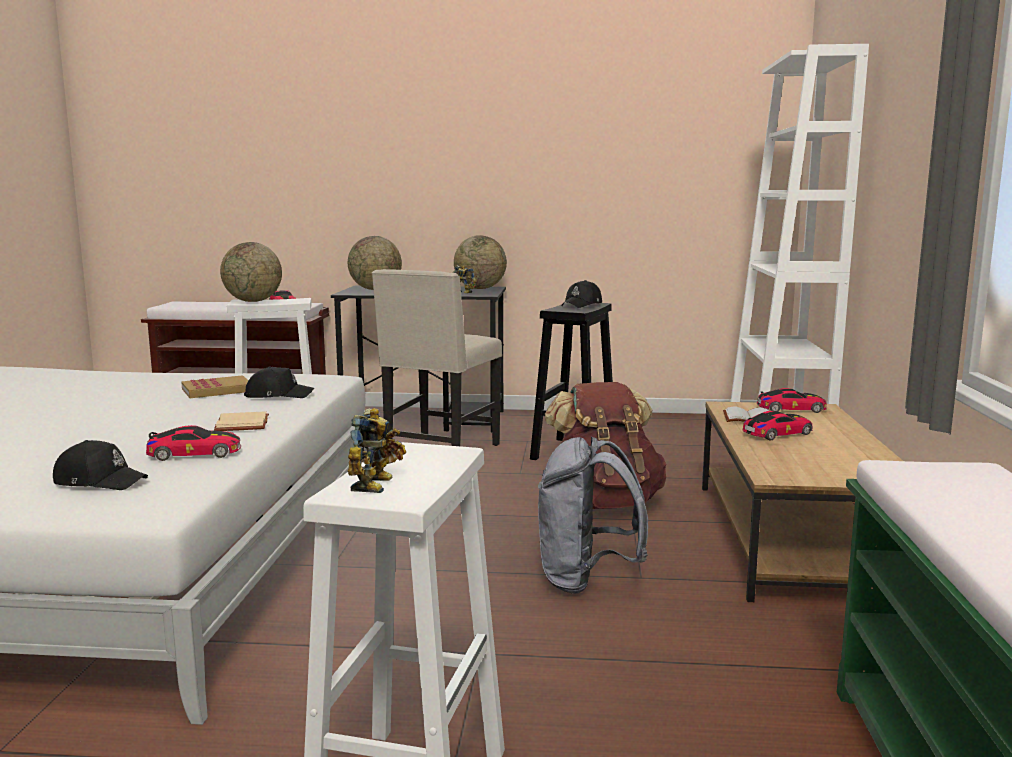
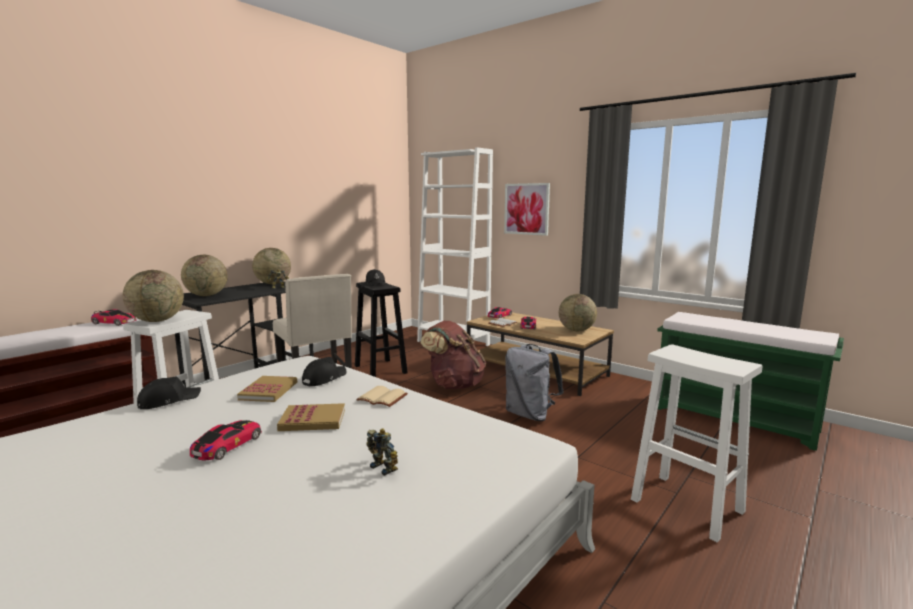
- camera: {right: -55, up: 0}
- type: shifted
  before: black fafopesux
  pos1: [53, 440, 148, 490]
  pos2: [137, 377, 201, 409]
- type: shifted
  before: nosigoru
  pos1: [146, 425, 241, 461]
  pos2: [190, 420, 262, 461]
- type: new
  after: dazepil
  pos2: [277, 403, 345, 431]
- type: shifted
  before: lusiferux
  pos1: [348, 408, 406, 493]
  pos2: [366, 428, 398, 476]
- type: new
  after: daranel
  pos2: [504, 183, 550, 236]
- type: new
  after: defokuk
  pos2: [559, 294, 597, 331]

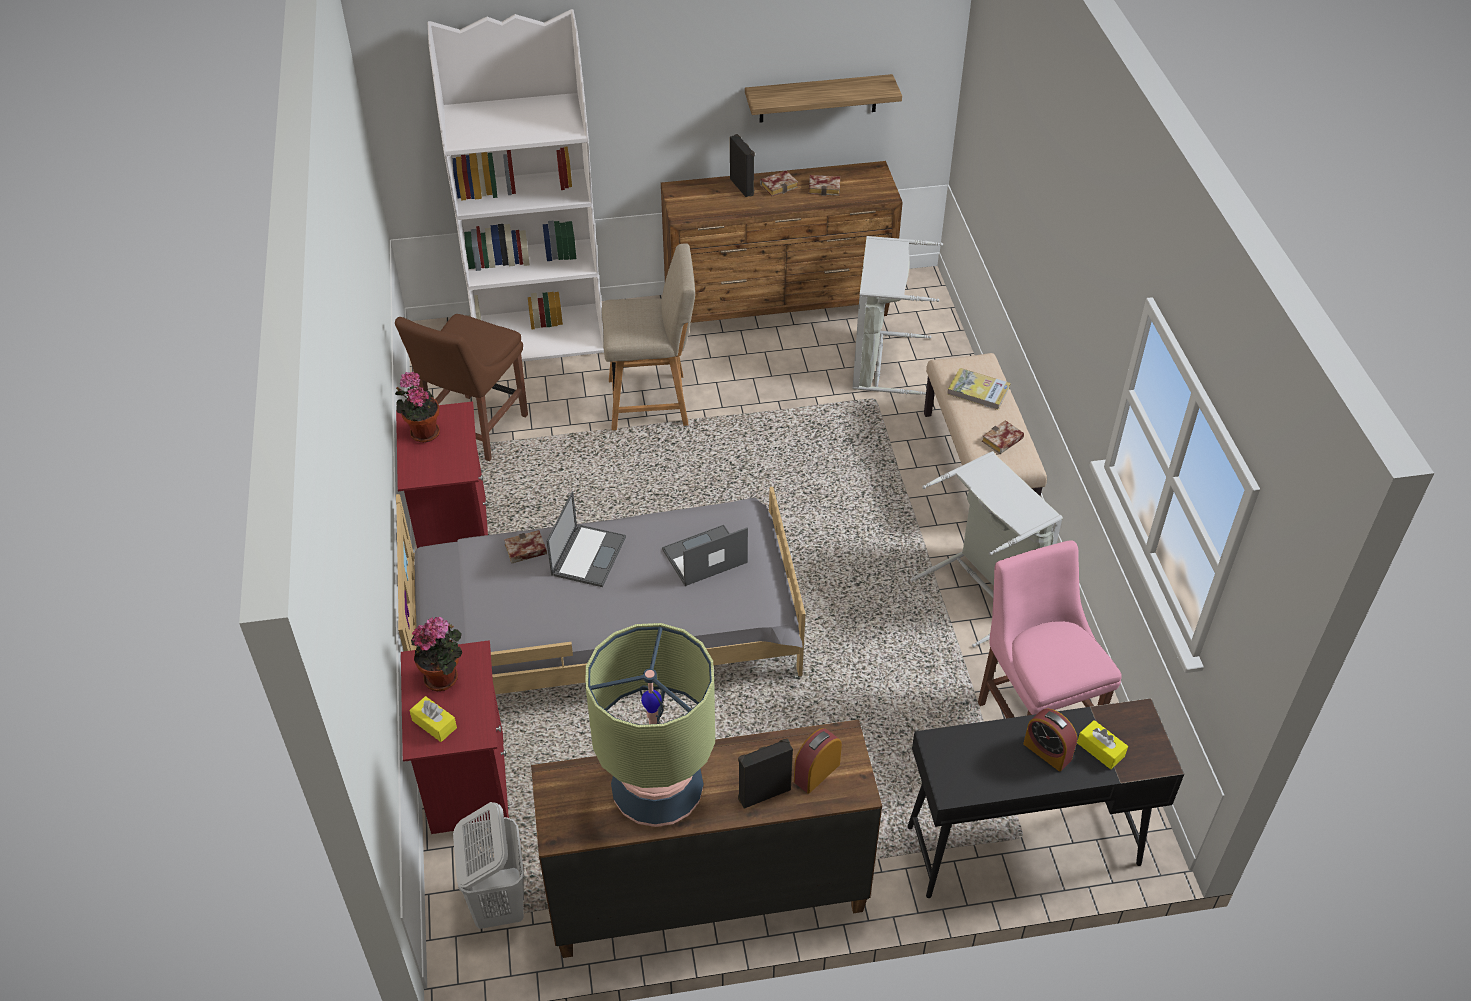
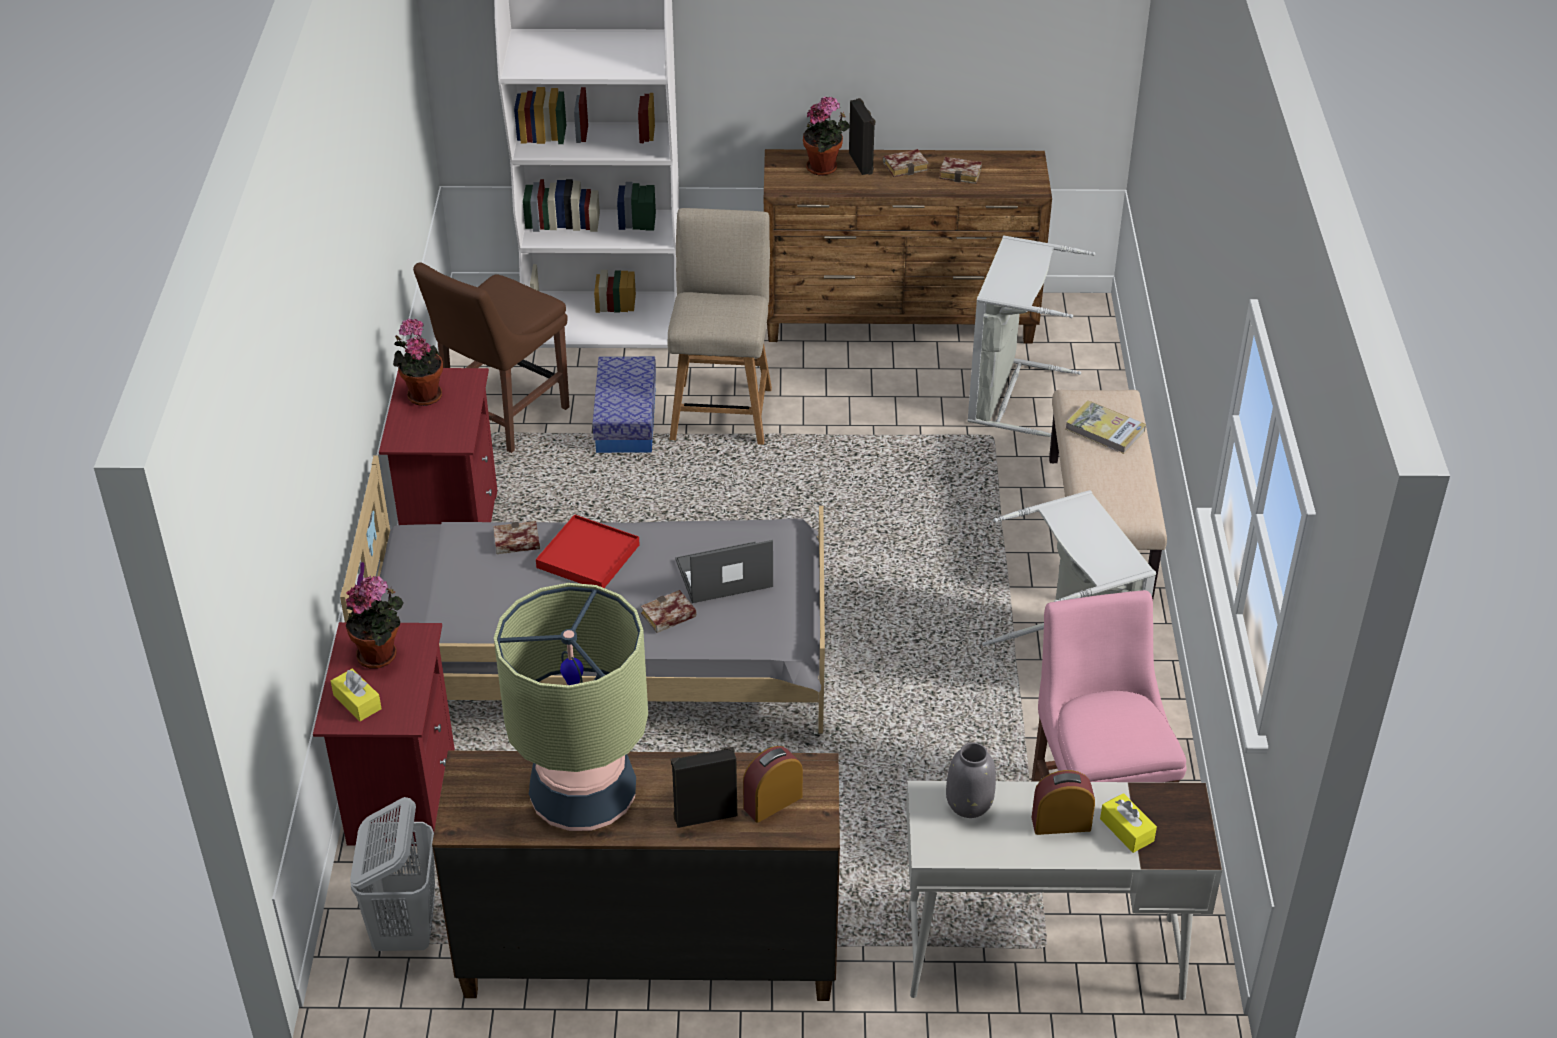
- camera: {right: 10, up: -5}
- type: swapped
  before: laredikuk
  after: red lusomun
  pos1: [547, 491, 626, 587]
  pos2: [536, 514, 640, 588]
- type: new
  after: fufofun
  pos2: [592, 357, 656, 453]
- type: shifted
  before: dazepil
  pos1: [982, 420, 1024, 454]
  pos2: [641, 590, 697, 633]
- type: rotated
  before: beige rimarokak
  pos1: [602, 243, 695, 430]
  pos2: [668, 208, 772, 445]
  turn: -90
- type: new
  after: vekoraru
  pos2: [803, 97, 850, 176]
- type: repainted
  before: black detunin
  after: white detunin
  pos1: [907, 698, 1184, 898]
  pos2: [906, 781, 1222, 1000]
- type: new
  after: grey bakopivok
  pos2: [946, 743, 996, 818]
- type: rotated
  before: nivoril
  pos1: [1023, 708, 1077, 771]
  pos2: [1032, 770, 1095, 835]
  turn: 120
- type: gone
  before: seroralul
  pos1: [745, 74, 902, 123]

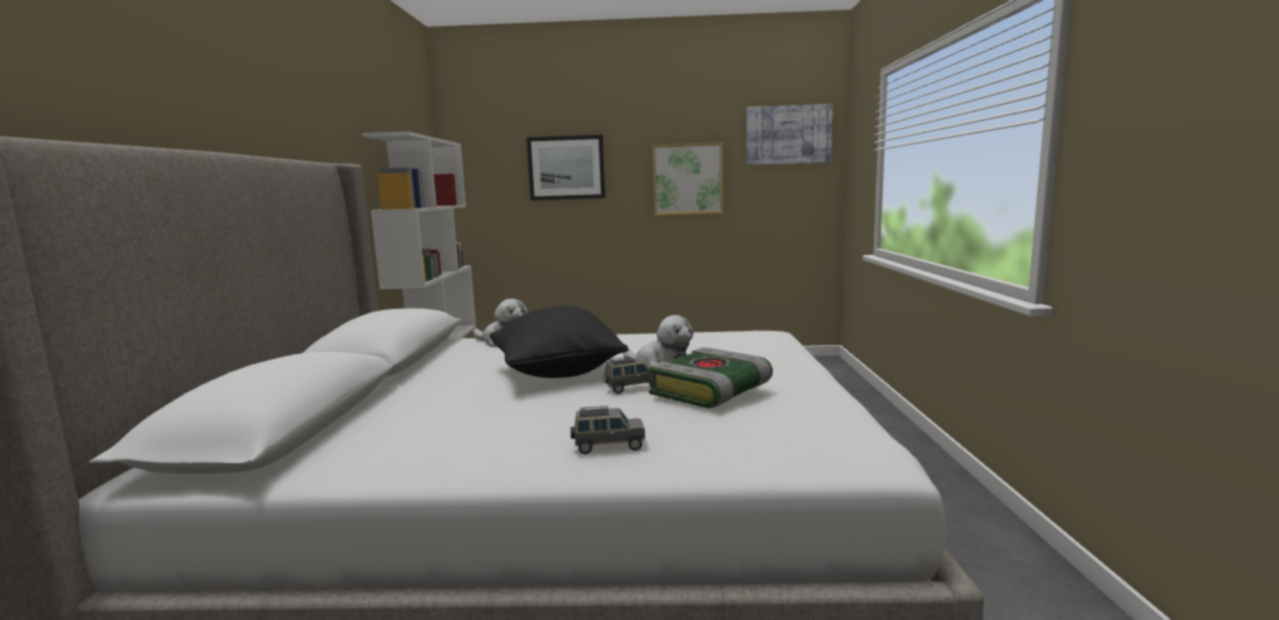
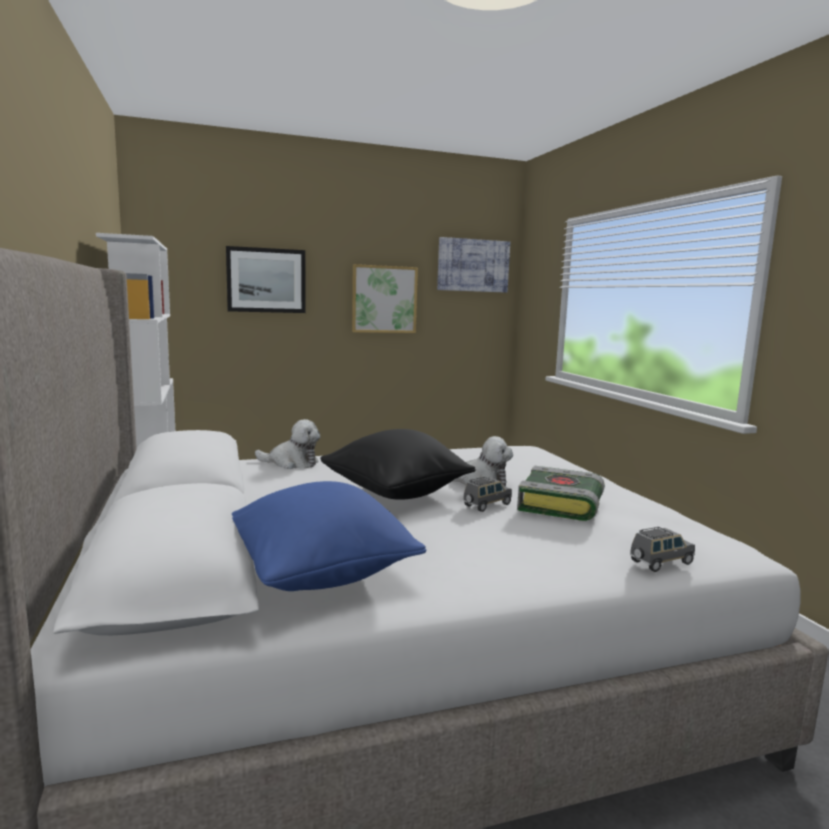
- camera: {right: -20, up: 0}
- type: new
  after: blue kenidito
  pos2: [232, 481, 426, 591]
- type: shifted
  before: grey nosigoru
  pos1: [570, 406, 645, 454]
  pos2: [630, 527, 695, 572]

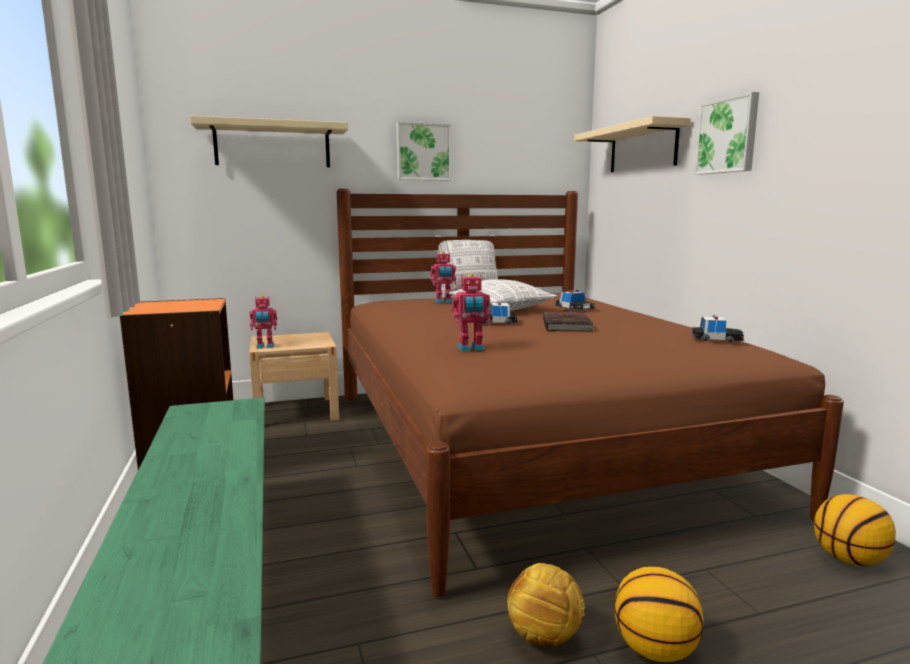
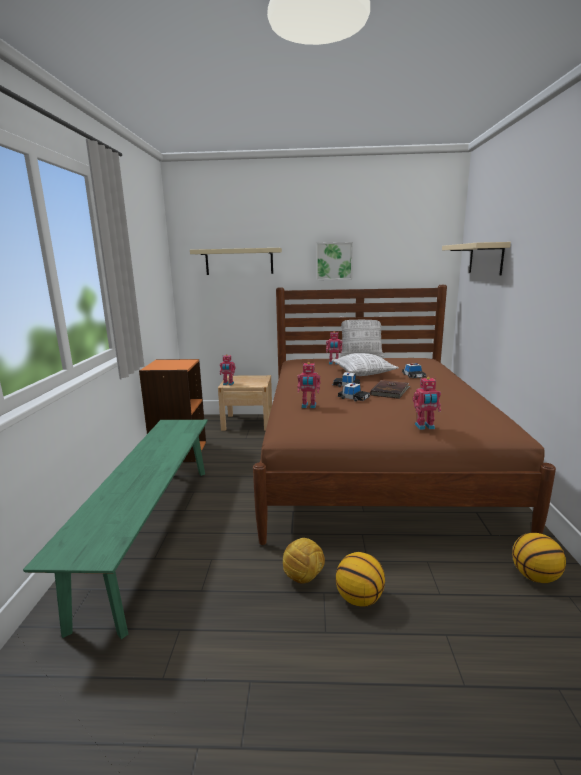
- camera: {right: 20, up: 5}
- type: shifted
  before: nosigoru
  pos1: [691, 315, 744, 343]
  pos2: [337, 383, 370, 402]
- type: new
  after: lusiferux
  pos2: [413, 377, 441, 430]
- type: gone
  before: daranel
  pos1: [694, 92, 759, 175]

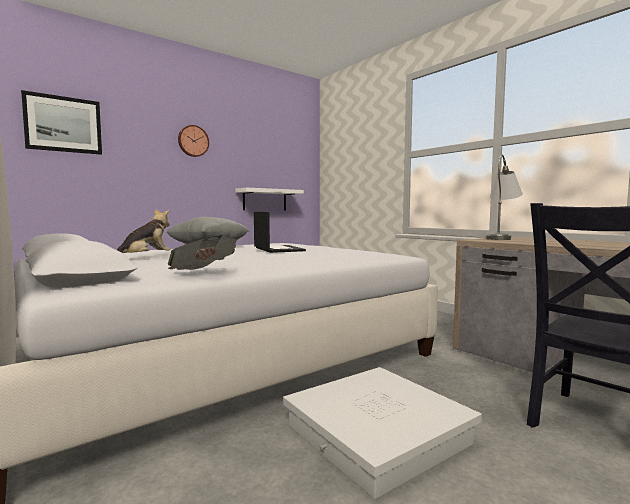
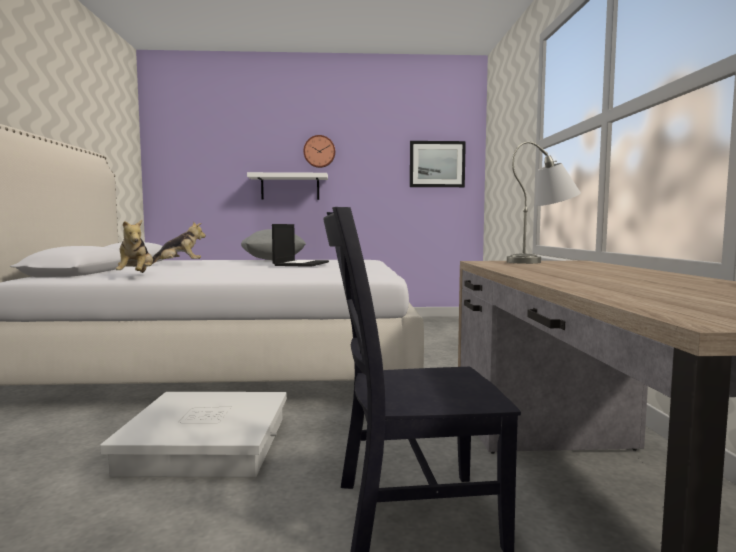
- camera: {right: 35, up: 0}
- type: swapped
  before: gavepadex
  after: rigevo
  pos1: [168, 235, 237, 270]
  pos2: [116, 220, 153, 273]
- type: shifted
  before: white seroralul
  pos1: [236, 188, 304, 211]
  pos2: [247, 172, 328, 200]
- type: shifted
  before: daranel
  pos1: [21, 90, 102, 155]
  pos2: [410, 141, 466, 187]

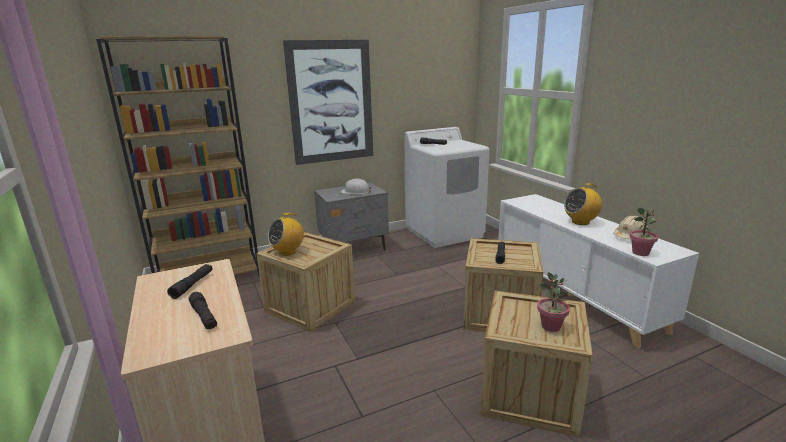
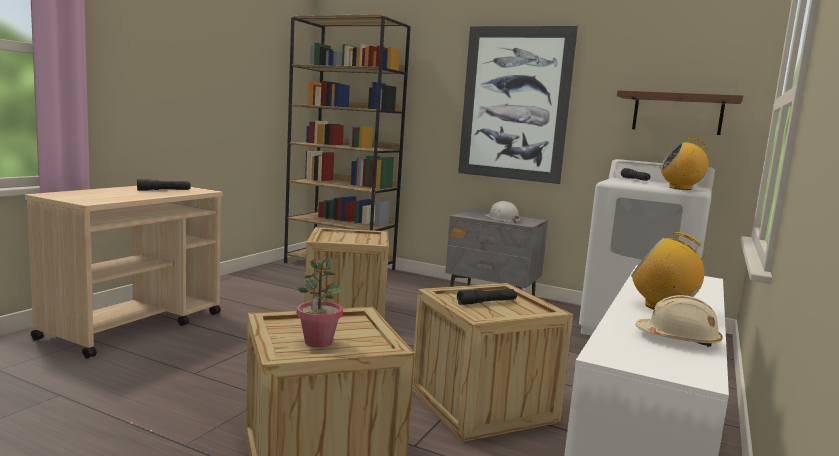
- camera: {right: 50, up: -10}
- type: new
  after: brown seroralul
  pos2: [617, 90, 743, 135]
- type: shifted
  before: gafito
  pos1: [267, 213, 304, 256]
  pos2: [660, 138, 708, 190]
- type: gone
  before: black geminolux
  pos1: [189, 292, 217, 329]
- type: gone
  before: vekoraru
  pos1: [630, 208, 658, 256]

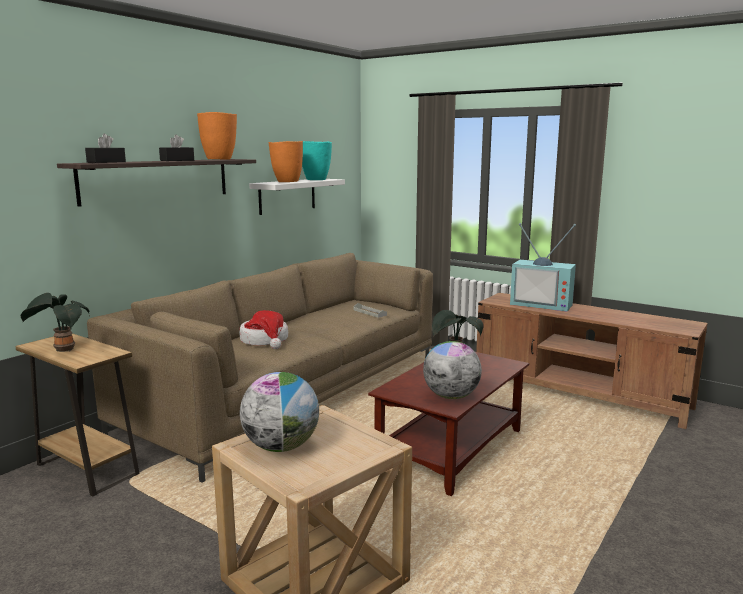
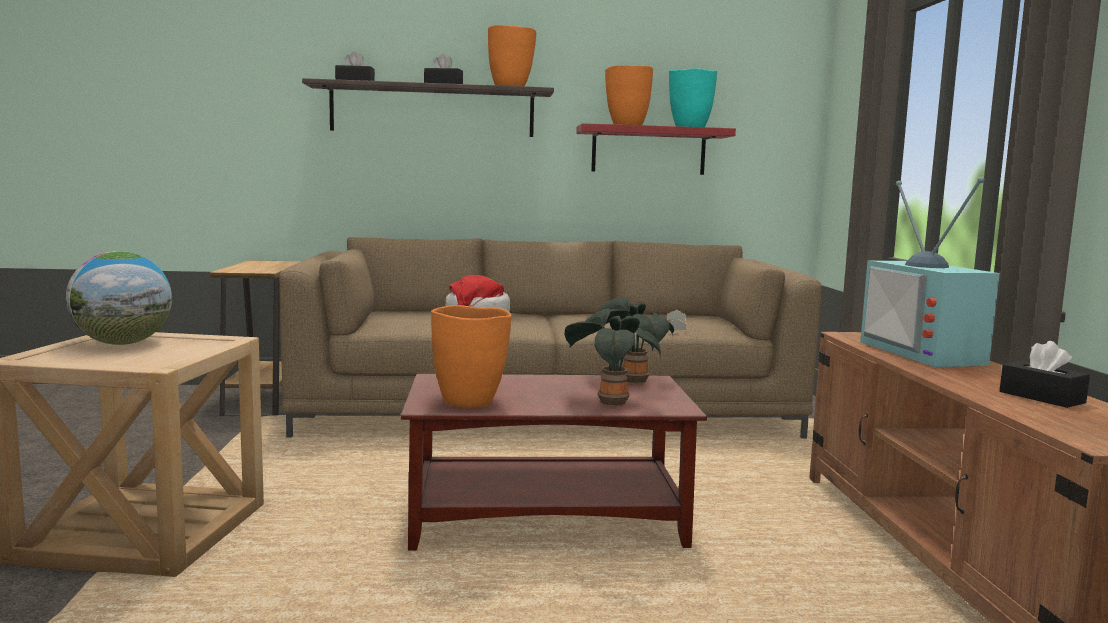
- camera: {right: 50, up: -5}
- type: swapped
  before: defokuk
  after: orange bakopivok
  pos1: [423, 341, 482, 399]
  pos2: [431, 305, 512, 408]
- type: shifted
  before: vekoraru
  pos1: [21, 293, 90, 352]
  pos2: [565, 309, 661, 408]
- type: repainted
  before: white seroralul
  after: red seroralul
  pos1: [249, 179, 345, 215]
  pos2: [576, 123, 736, 175]
- type: new
  after: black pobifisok
  pos2: [999, 341, 1090, 408]

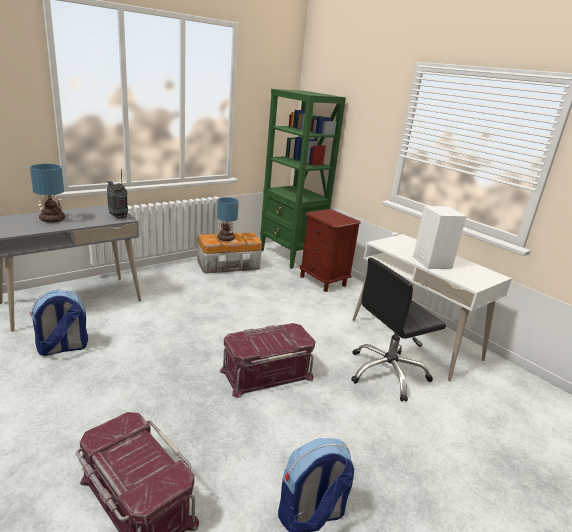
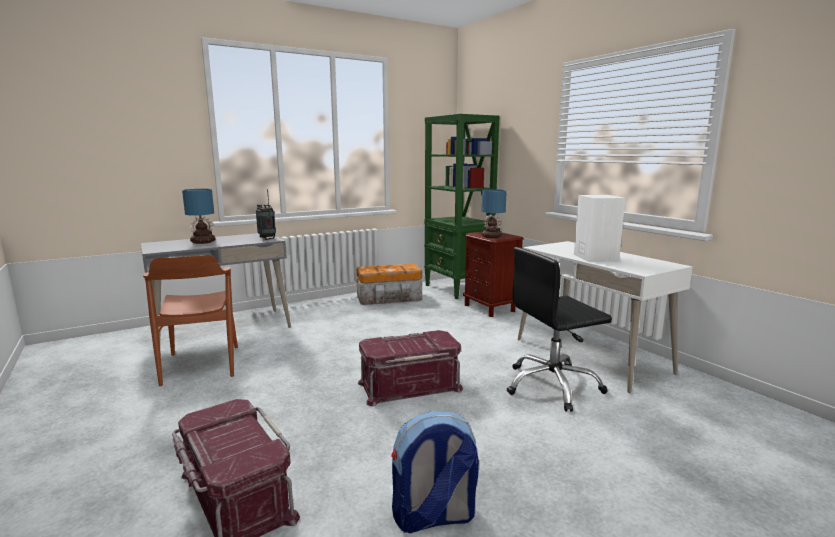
- camera: {right: 10, up: -10}
- type: swapped
  before: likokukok
  after: brown rimarokak
  pos1: [30, 290, 88, 356]
  pos2: [143, 255, 238, 386]
- type: shifted
  before: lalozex
  pos1: [217, 197, 239, 241]
  pos2: [482, 189, 507, 238]

